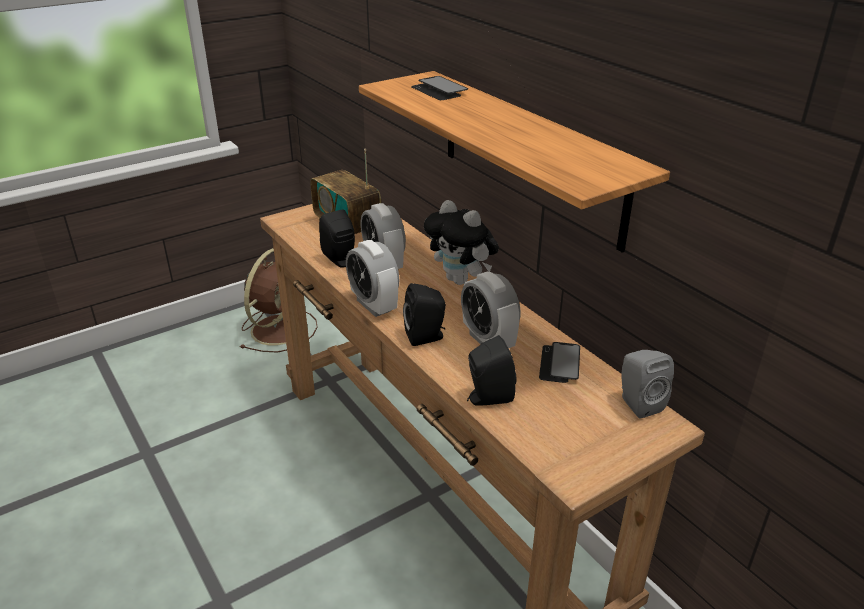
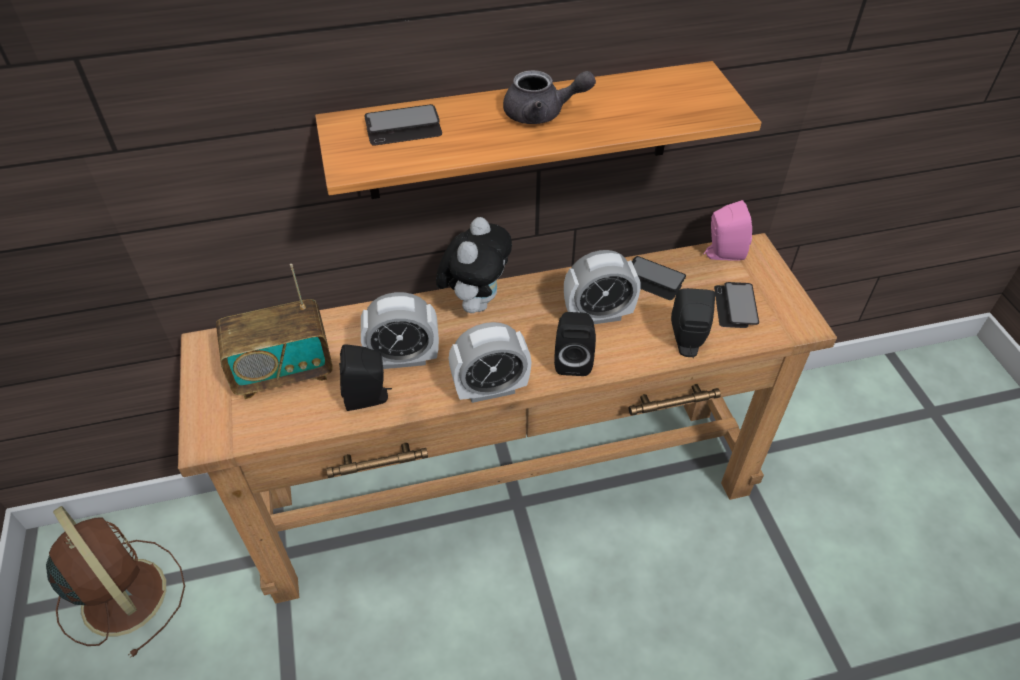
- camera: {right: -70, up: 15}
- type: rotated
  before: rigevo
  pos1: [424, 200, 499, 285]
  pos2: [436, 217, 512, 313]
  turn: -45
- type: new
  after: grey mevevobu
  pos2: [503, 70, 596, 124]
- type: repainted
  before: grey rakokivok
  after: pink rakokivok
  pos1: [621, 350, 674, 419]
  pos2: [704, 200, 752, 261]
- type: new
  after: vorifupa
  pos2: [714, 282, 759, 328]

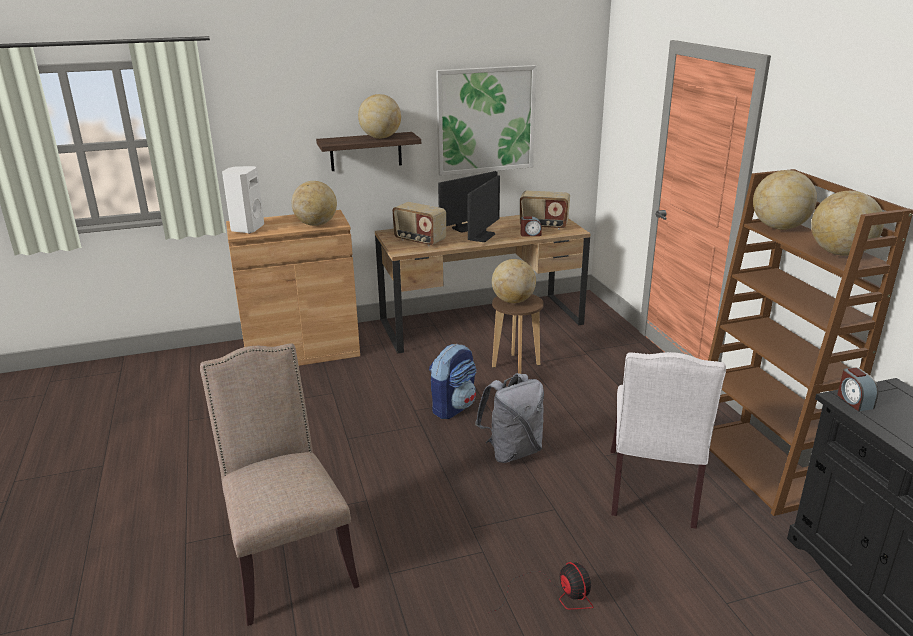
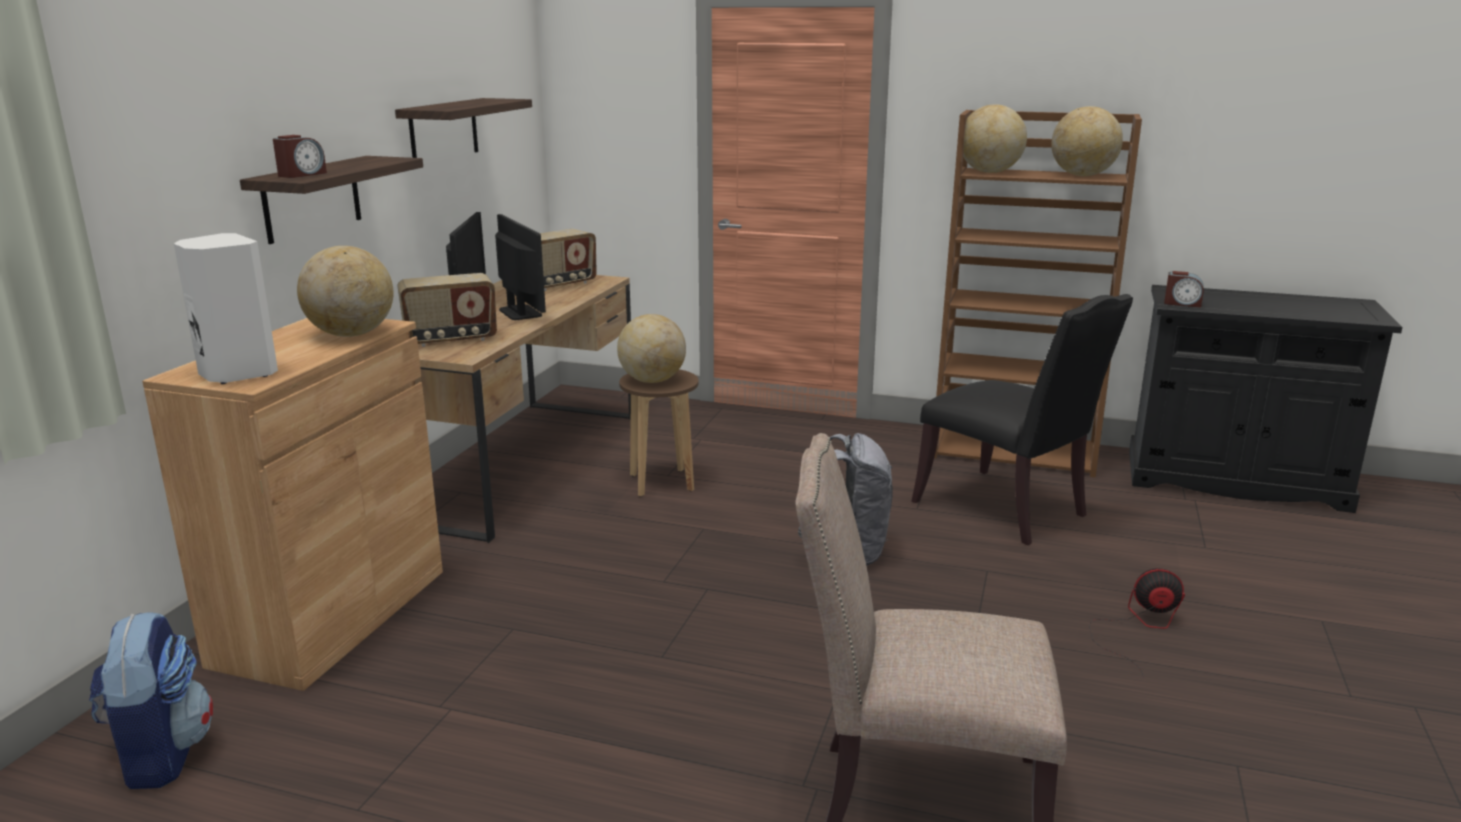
- camera: {right: -55, up: -5}
- type: shifted
  before: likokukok
  pos1: [429, 344, 477, 419]
  pos2: [89, 613, 213, 789]
- type: shifted
  before: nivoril
  pos1: [521, 216, 542, 237]
  pos2: [273, 135, 327, 178]
- type: swapped
  before: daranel
  after: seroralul
  pos1: [436, 65, 537, 176]
  pos2: [395, 98, 532, 158]
- type: repainted
  before: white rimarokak
  after: black rimarokak
  pos1: [610, 352, 726, 529]
  pos2: [911, 294, 1133, 545]
- type: gone
  before: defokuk
  pos1: [358, 94, 401, 139]

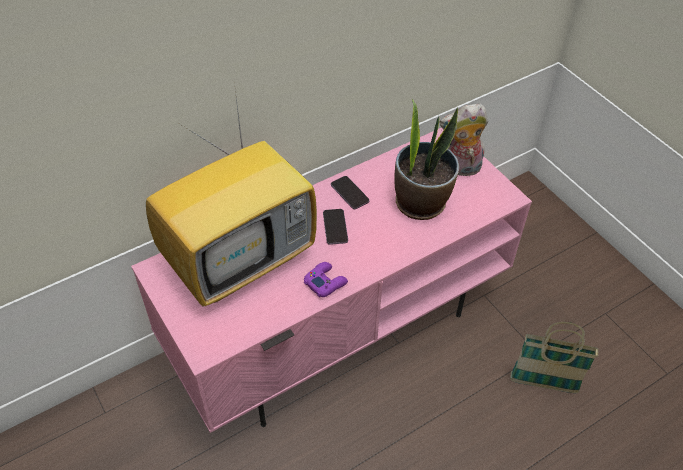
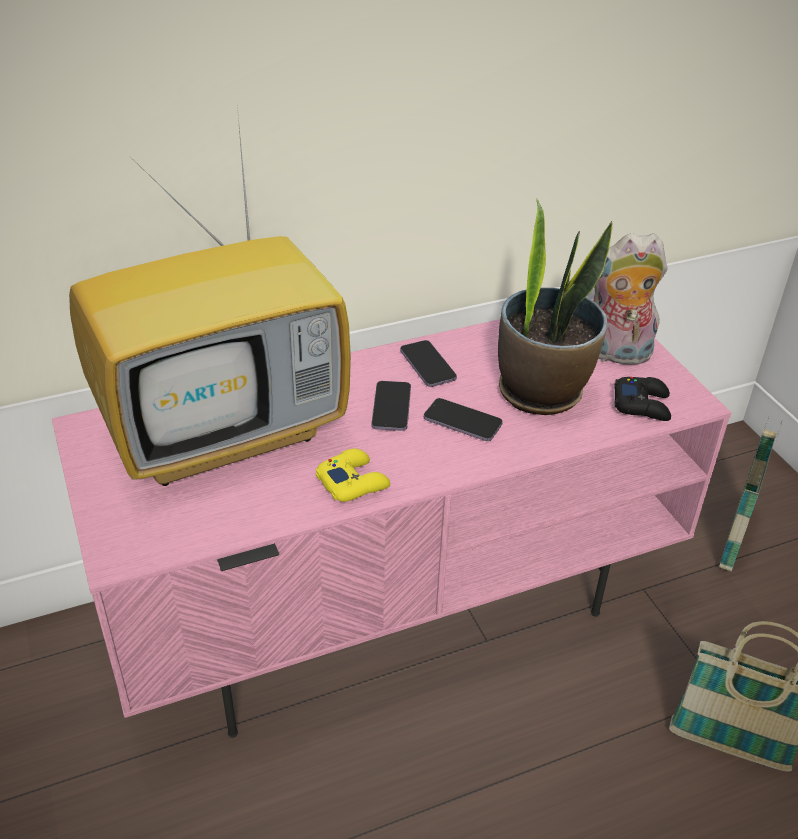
- camera: {right: 10, up: -10}
- type: repainted
  before: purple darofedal
  after: yellow darofedal
  pos1: [304, 262, 348, 297]
  pos2: [316, 448, 391, 502]
- type: new
  after: vorifupa
  pos2: [424, 398, 503, 441]
- type: new
  after: black darofedal
  pos2: [614, 377, 671, 421]
- type: new
  after: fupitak
  pos2: [719, 417, 783, 571]

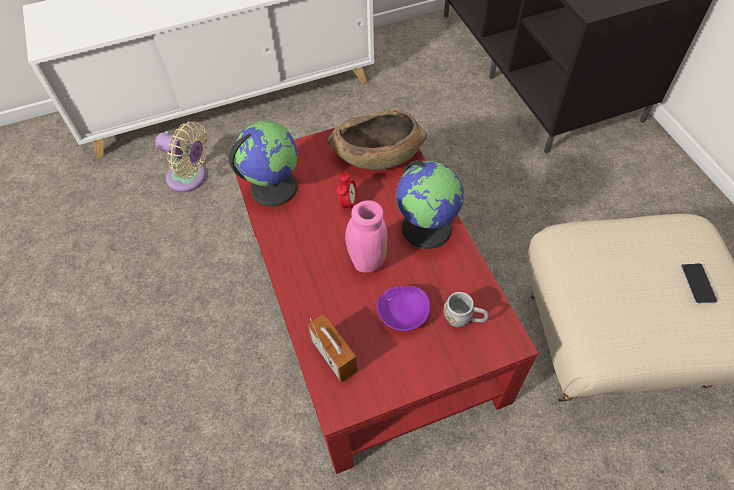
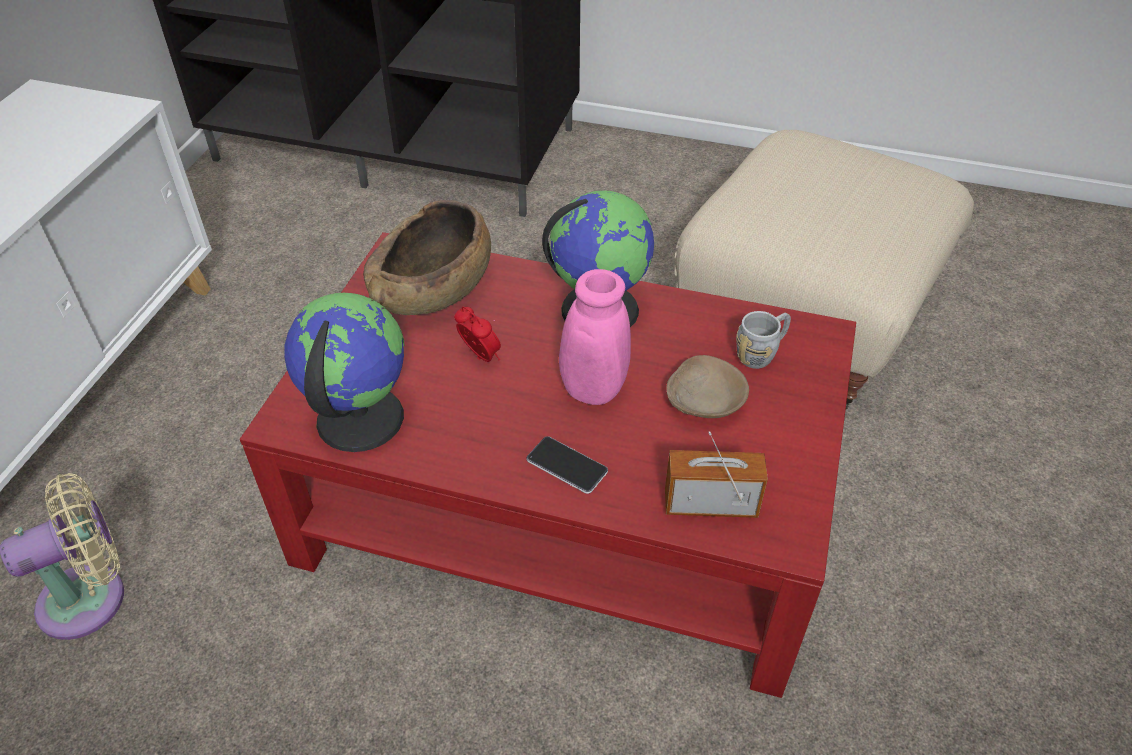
- camera: {right: -55, up: -10}
- type: shifted
  before: vorifupa
  pos1: [680, 263, 717, 304]
  pos2: [526, 436, 608, 494]
- type: repainted
  before: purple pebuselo
  after: beige pebuselo
  pos1: [376, 286, 430, 331]
  pos2: [666, 355, 749, 418]

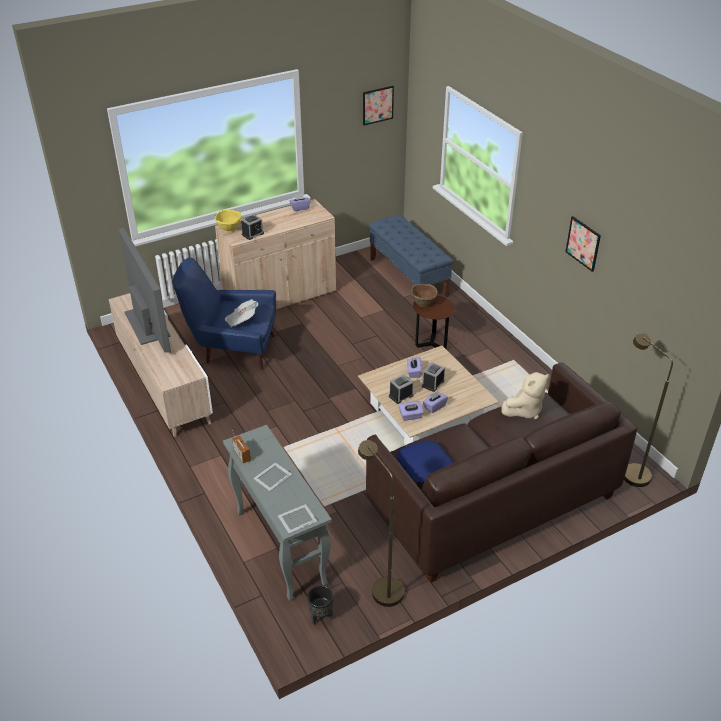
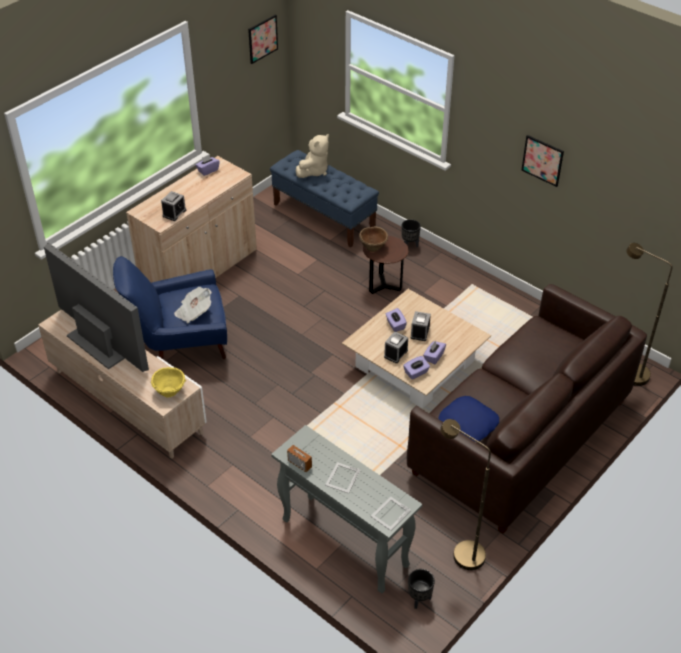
- camera: {right: -20, up: 5}
- type: shifted
  before: yellow pebuselo
  pos1: [215, 210, 242, 232]
  pos2: [151, 367, 186, 397]
- type: shifted
  before: beige rigevo
  pos1: [501, 372, 550, 419]
  pos2: [296, 134, 329, 178]
- type: new
  after: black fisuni
  pos2: [401, 219, 421, 247]

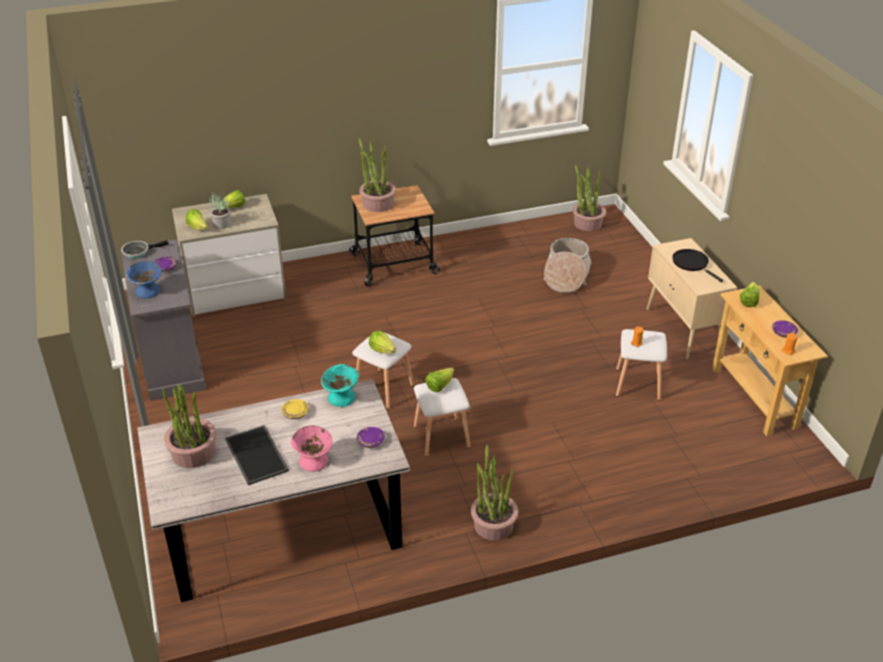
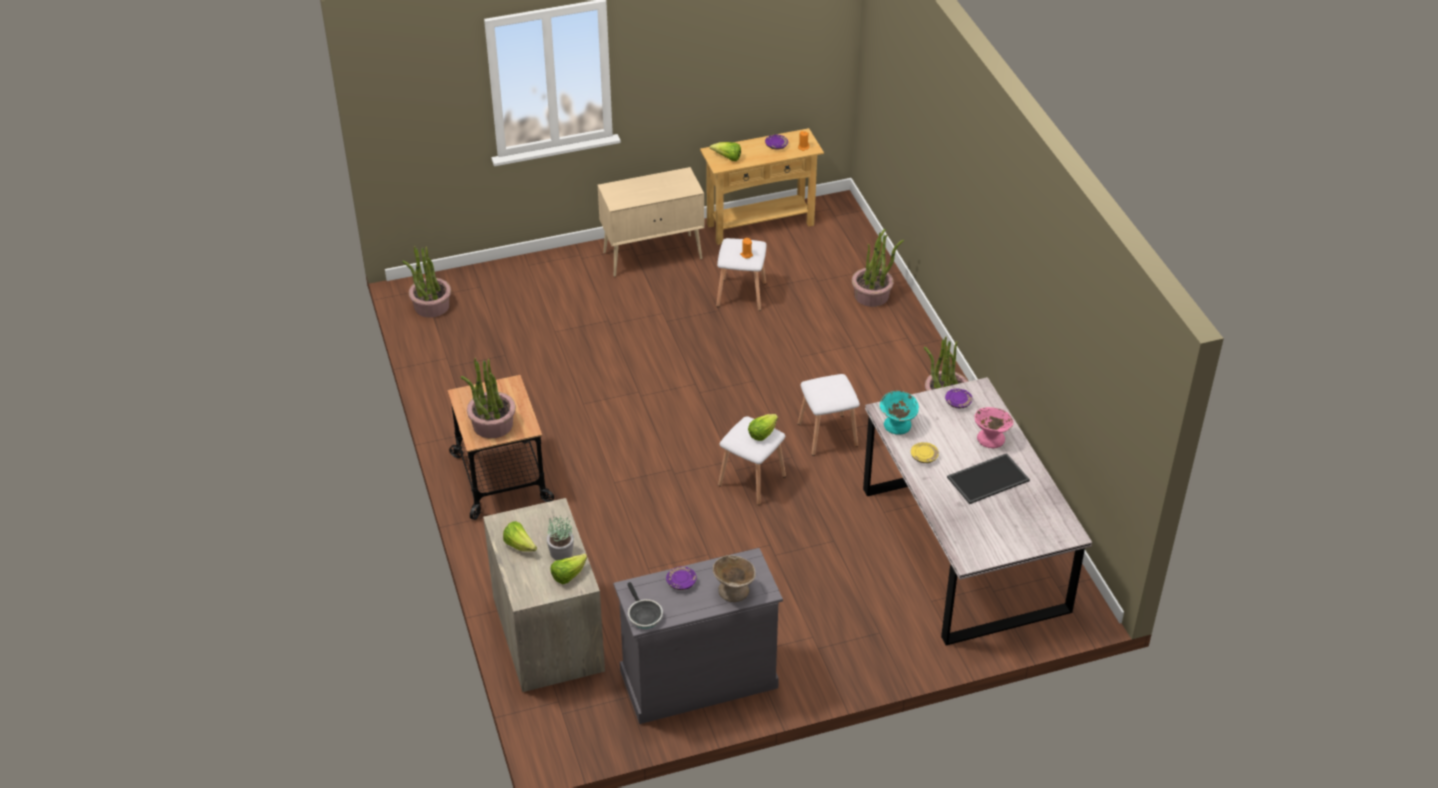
- camera: {right: -90, up: 5}
- type: repainted
  before: blue pebuselo
  after: beige pebuselo
  pos1: [126, 260, 162, 298]
  pos2: [713, 555, 756, 602]
- type: shifted
  before: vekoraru
  pos1: [162, 384, 216, 468]
  pos2: [852, 229, 904, 307]
- type: gone
  before: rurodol
  pos1: [425, 367, 454, 392]
- type: gone
  before: fupitak
  pos1: [543, 238, 592, 293]
- type: gone
  before: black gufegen
  pos1: [672, 249, 723, 282]

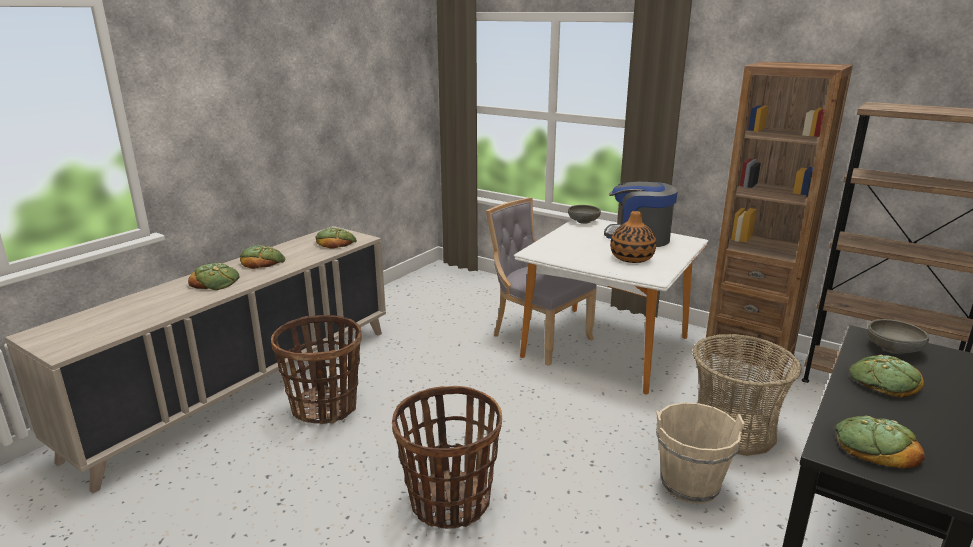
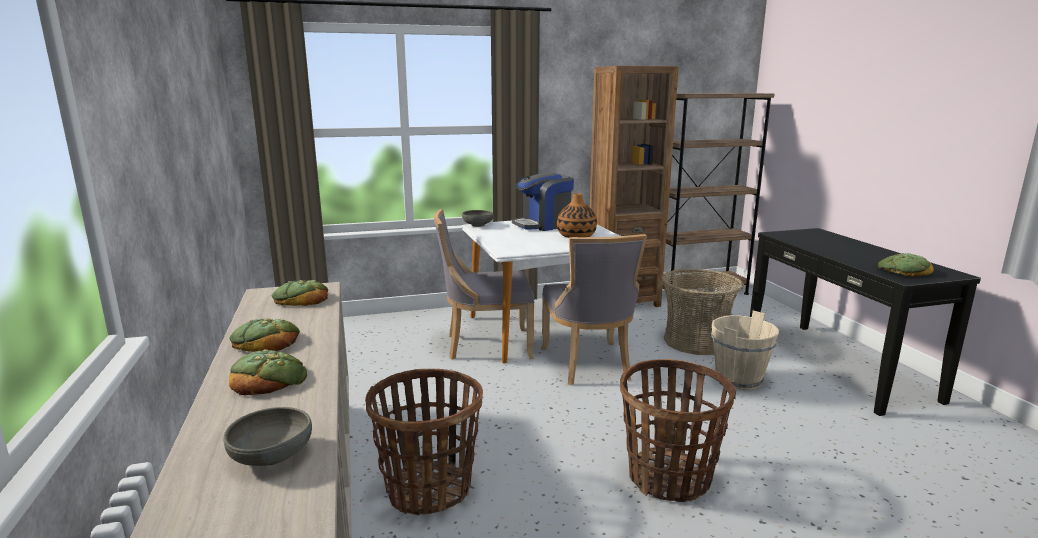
- camera: {right: -50, up: -5}
- type: shifted
  before: grey pebuselo
  pos1: [867, 319, 929, 354]
  pos2: [224, 407, 312, 466]
- type: new
  after: grey rimarokak
  pos2: [541, 234, 647, 385]
- type: gone
  before: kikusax
  pos1: [850, 355, 924, 398]

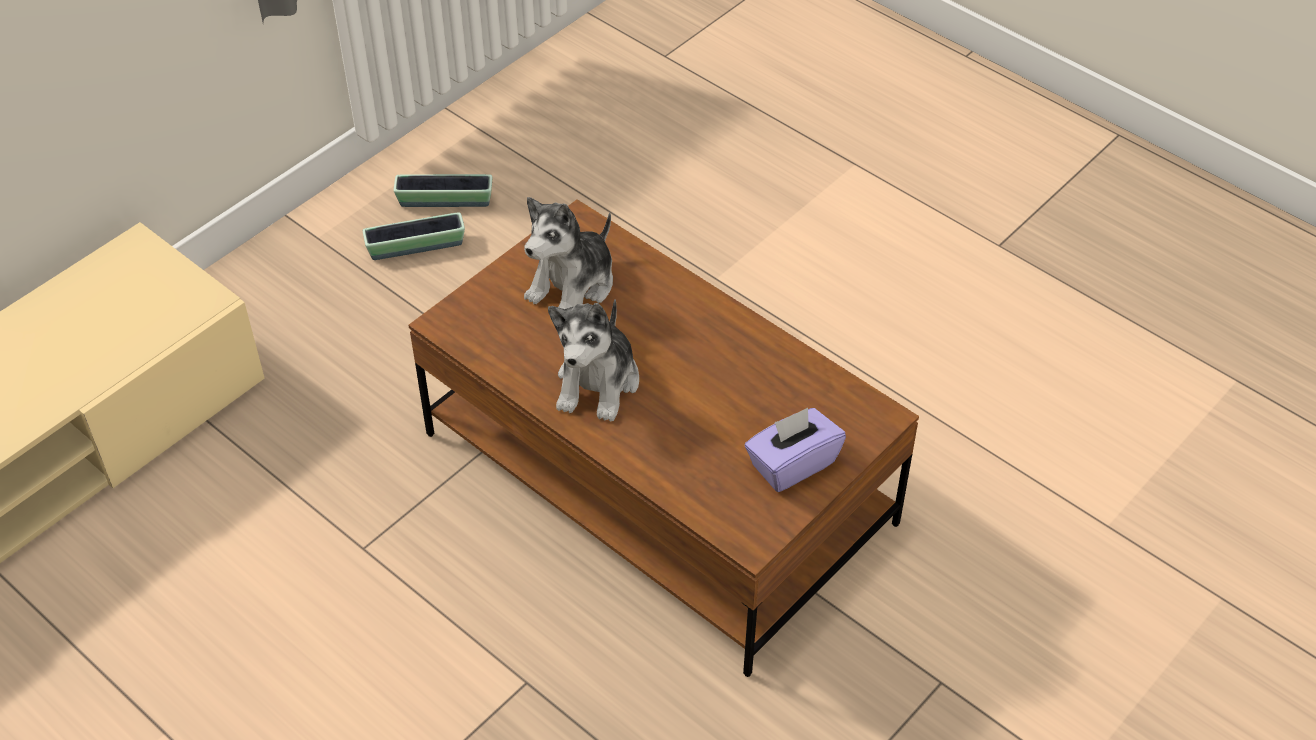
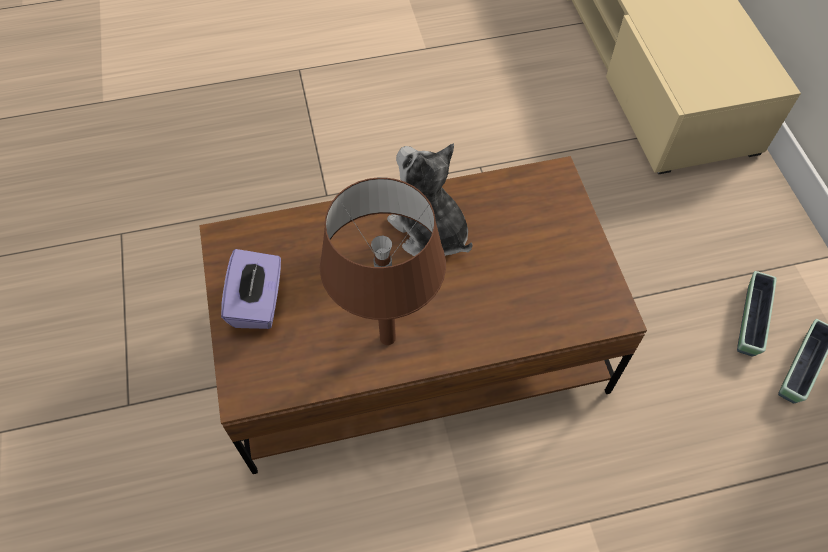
- camera: {right: 125, up: 10}
- type: new
  after: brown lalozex
  pos2: [320, 178, 446, 345]
- type: gone
  before: rigevo
  pos1: [524, 197, 613, 309]

